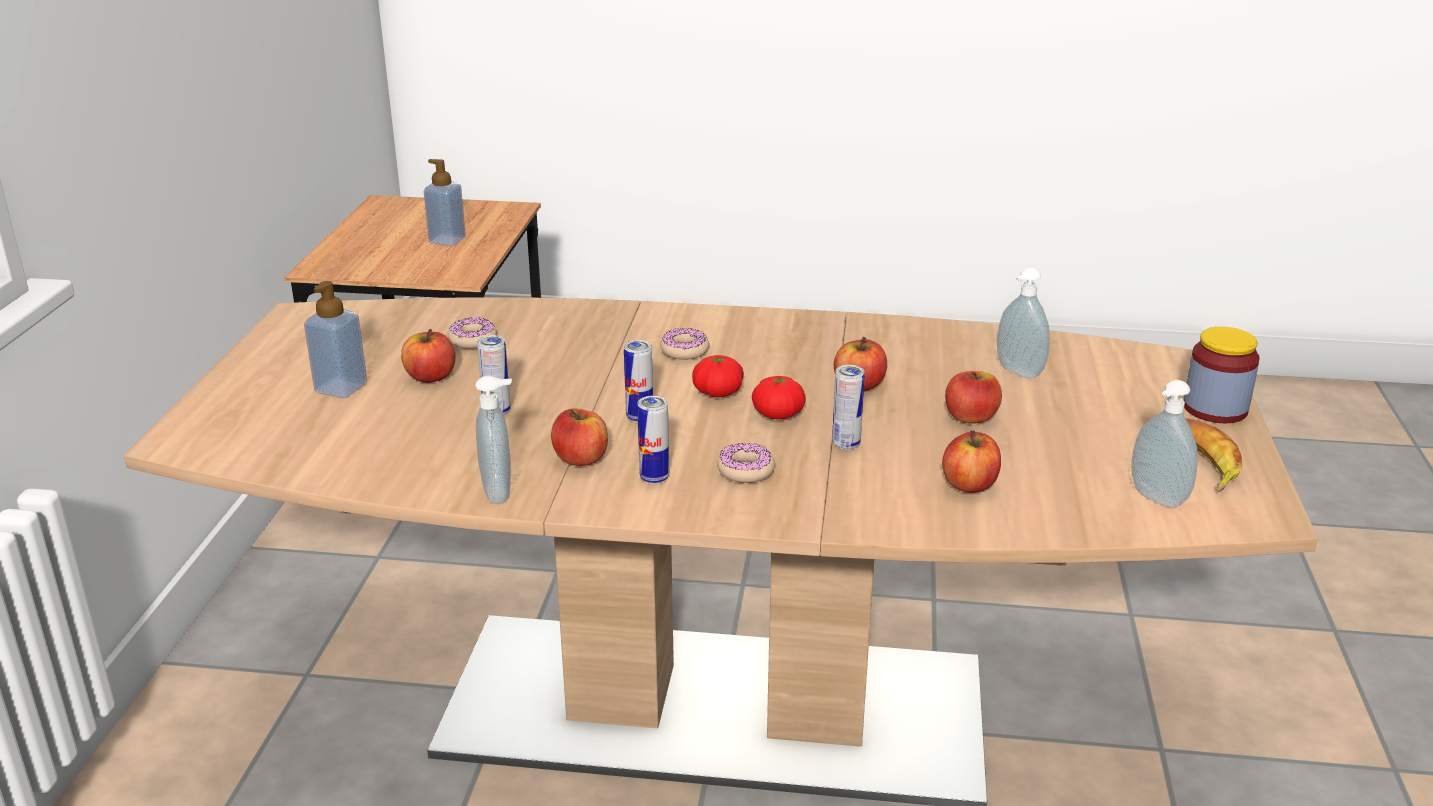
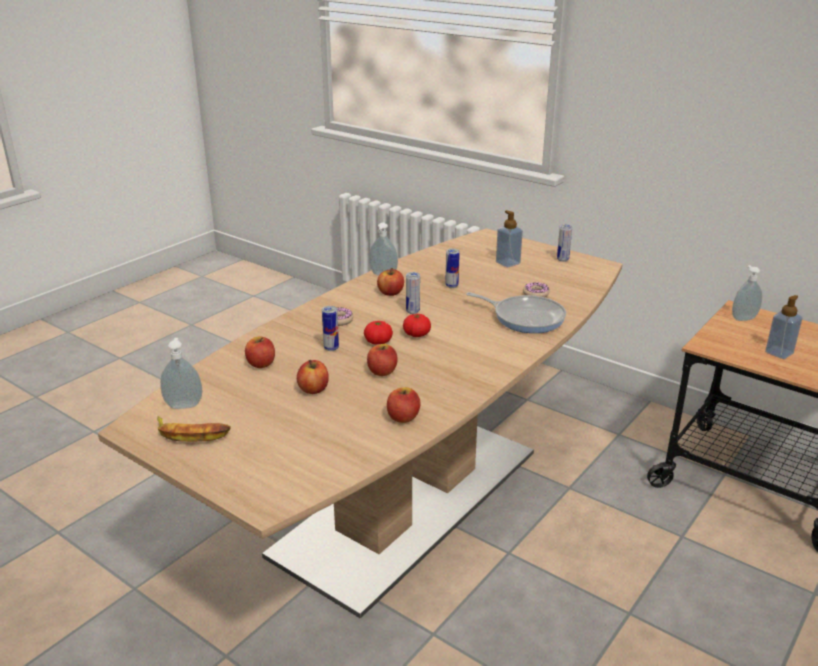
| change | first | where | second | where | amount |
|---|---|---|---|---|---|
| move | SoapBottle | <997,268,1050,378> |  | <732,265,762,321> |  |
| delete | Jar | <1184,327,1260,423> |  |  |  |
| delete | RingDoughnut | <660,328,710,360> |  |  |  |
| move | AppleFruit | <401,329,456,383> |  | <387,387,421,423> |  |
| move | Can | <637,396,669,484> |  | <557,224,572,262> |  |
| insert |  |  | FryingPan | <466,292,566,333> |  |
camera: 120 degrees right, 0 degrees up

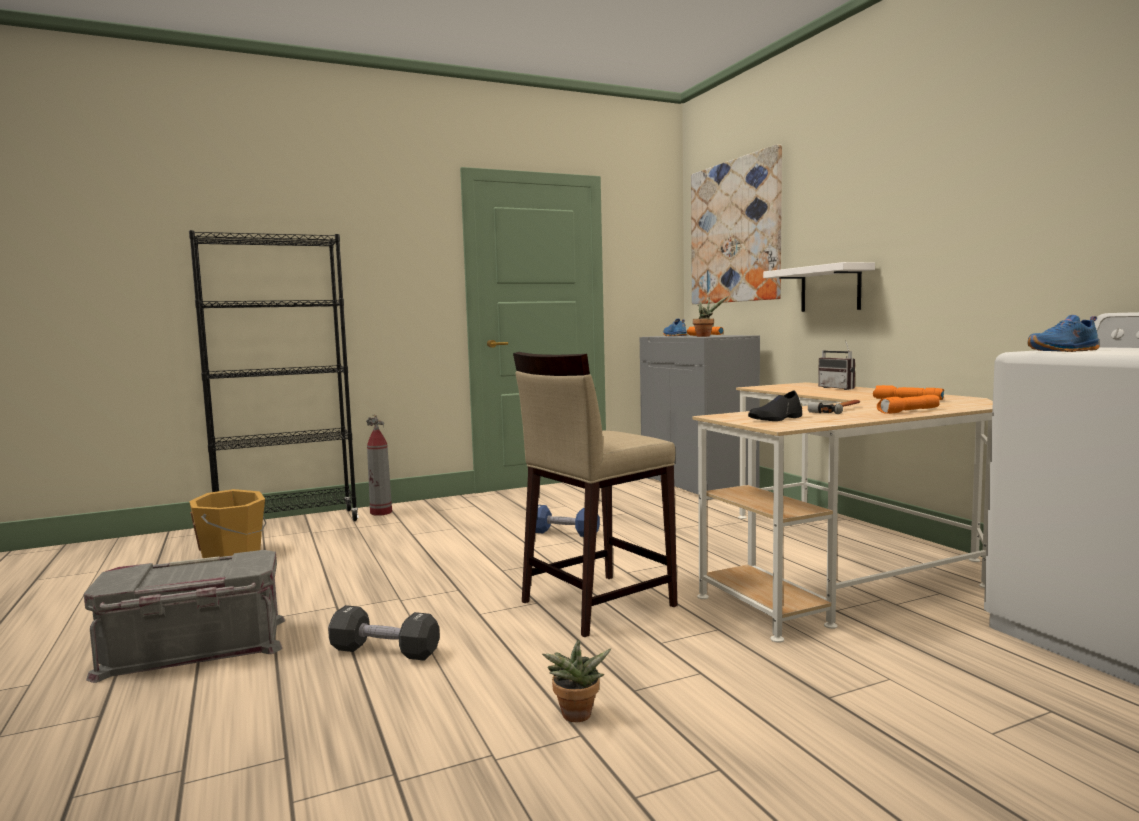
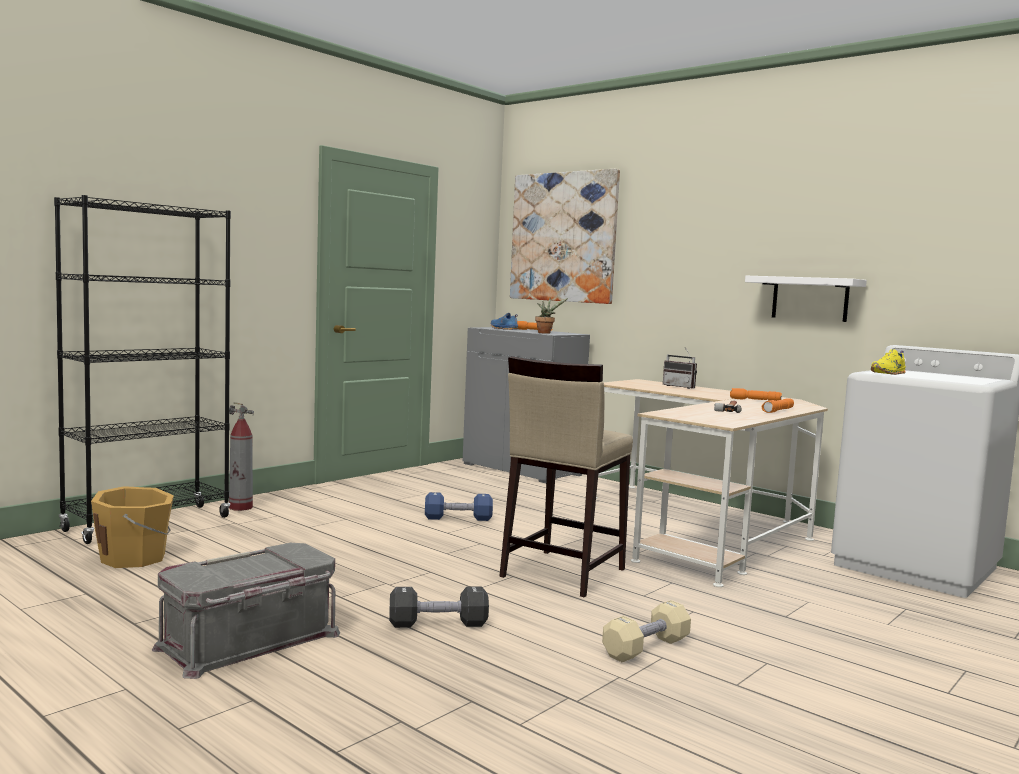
| change | first | where | second | where | amount |
|---|---|---|---|---|---|
| move | WhiteColouredShelf | <763,262,875,312> |  | <745,276,867,322> |  |
| recolor | BluishShoe | <1027,315,1100,352> | YellowishShoe | <871,349,906,375> |  |
| delete | BlackShoe | <748,390,802,421> |  |  |  |
| replace | PlantInAPot | <542,639,611,722> | BeigeColouredDumbbell | <602,600,691,662> |  |
camera: 25 degrees left, 0 degrees up

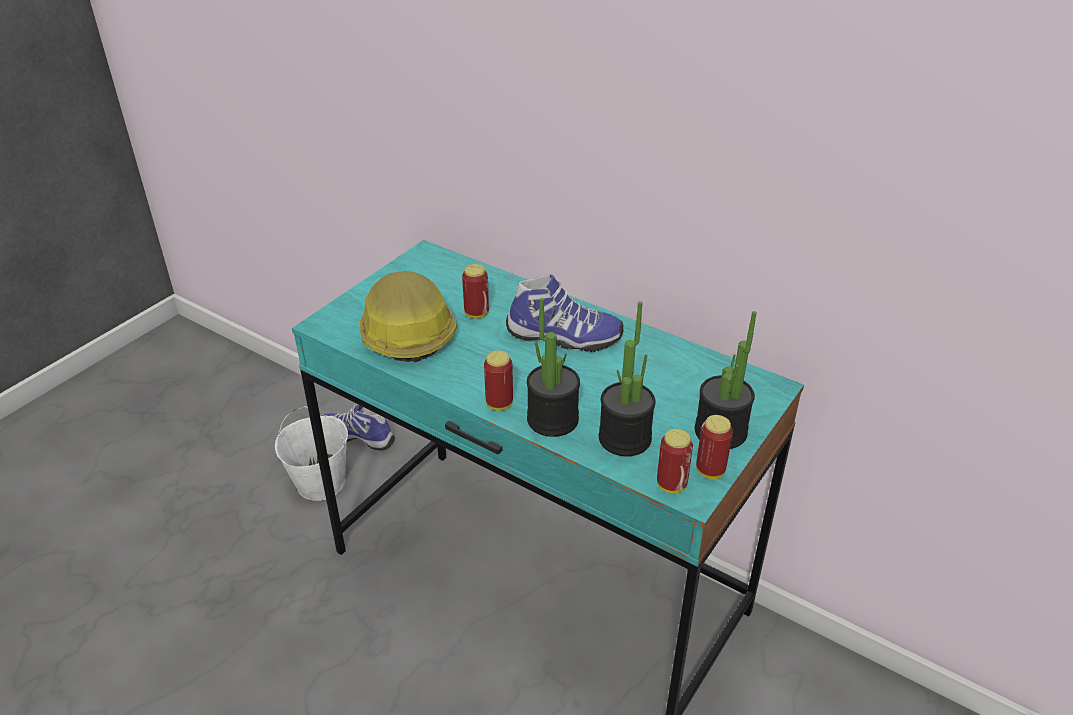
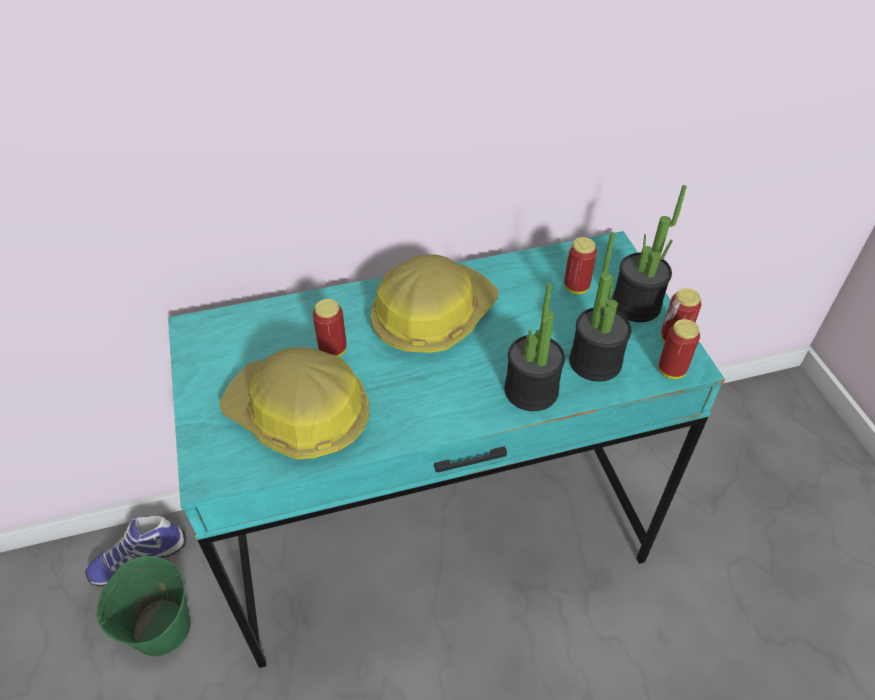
| change | first | where | second | where | amount |
|---|---|---|---|---|---|
| replace | Shoe | <506,274,623,352> | SafetyHelmet | <370,254,499,353> |  |
| move | Can | <484,350,513,411> |  | <564,237,597,294> |  |
| recolor | WhiteColouredBucket | <275,406,348,501> | GreenBucket | <97,556,191,656> |  |
camera: 50 degrees left, 10 degrees up

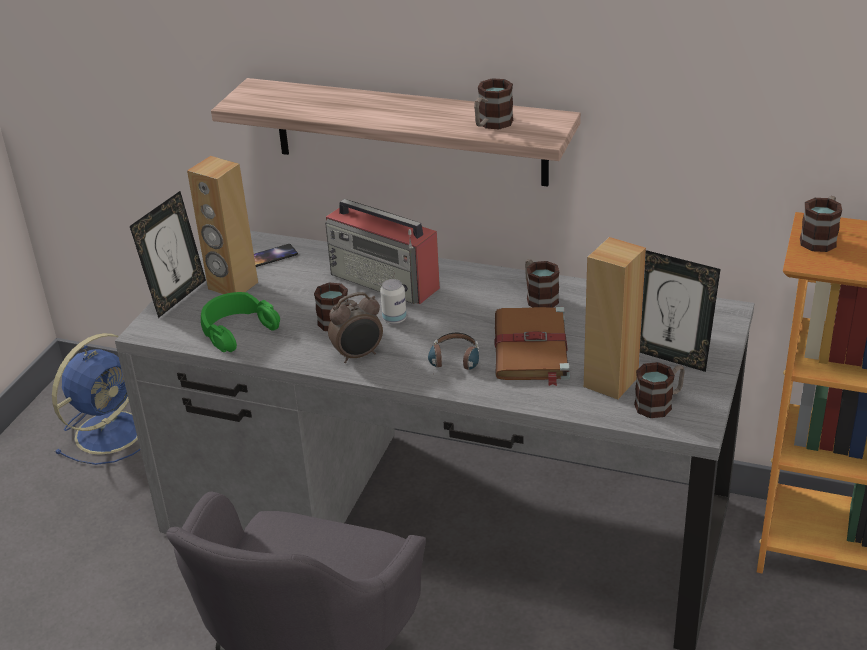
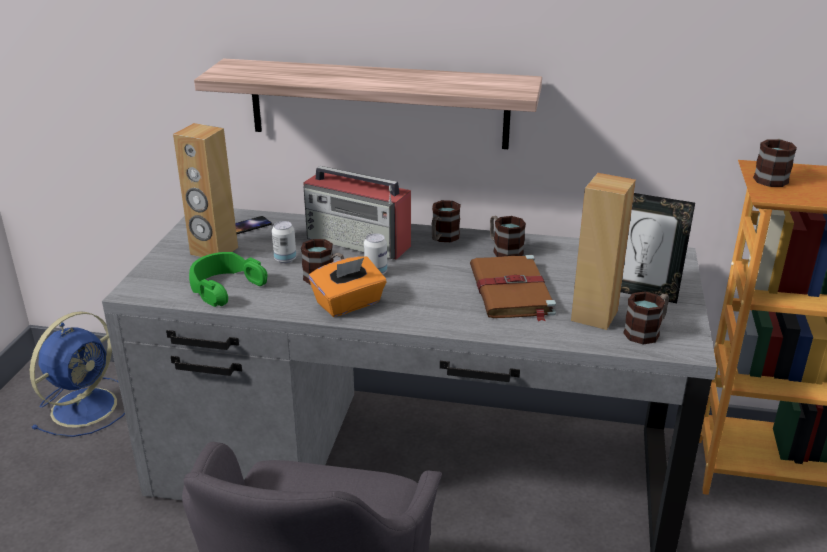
| change | first | where | second | where | amount |
|---|---|---|---|---|---|
| move | Mug | <474,78,513,129> |  | <432,200,461,242> |  |
| delete | PictureFrame | <130,191,206,318> |  |  |  |
| replace | AlarmClock | <328,292,383,363> | OrangeyTissueBox | <309,256,386,317> |  |
| delete | Headset | <428,333,479,373> |  |  |  |
| insert |  |  | Can | <272,221,296,263> |  |
camera: 10 degrees left, 5 degrees down

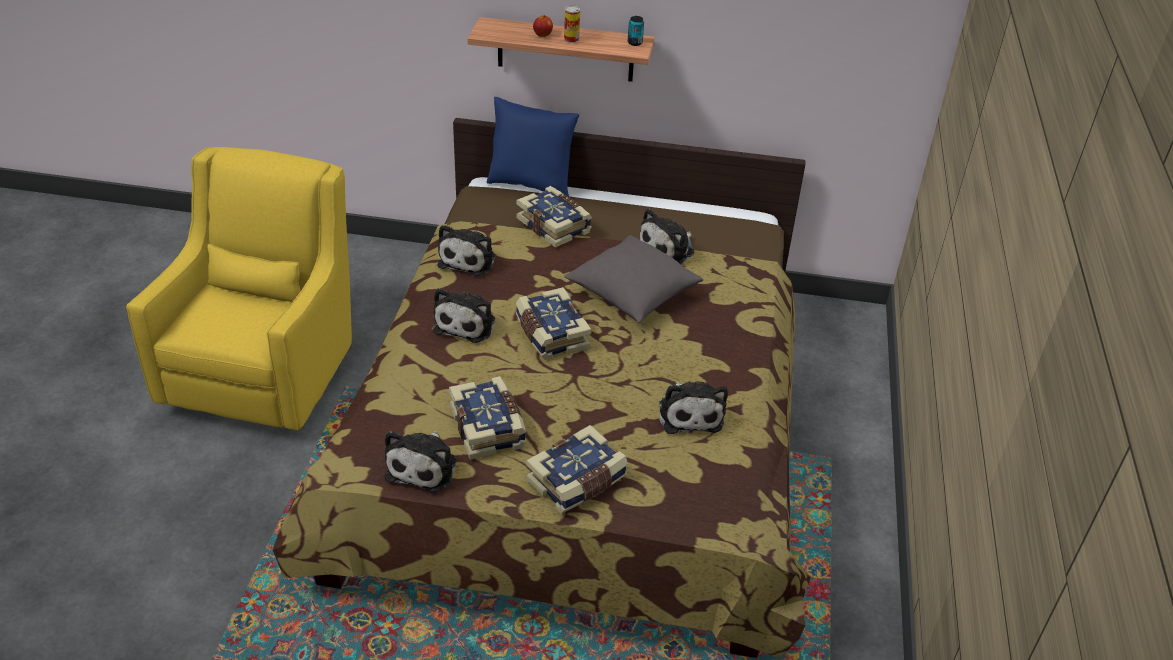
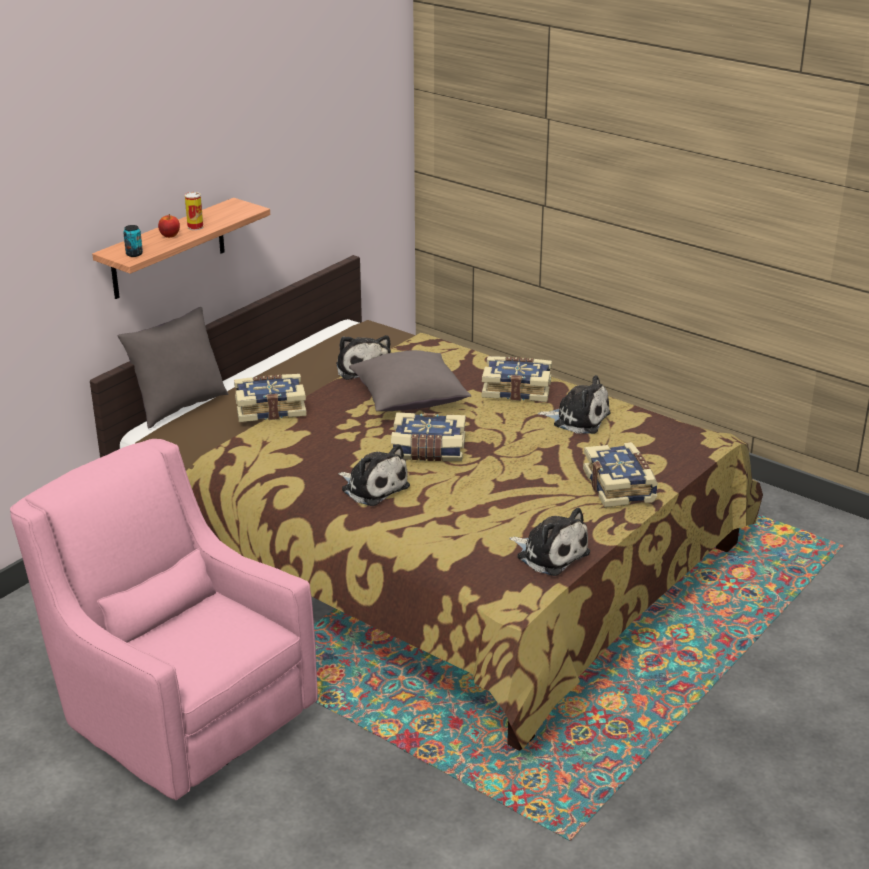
| change | first | where | second | where | amount |
|---|---|---|---|---|---|
| move | Can | <628,16,644,46> |  | <123,225,143,257> |  |
| recolor | BluishCushion | <487,97,579,197> | GrayCushion | <118,307,228,428> |  |
| recolor | YellowishLoungeChair | <126,147,352,430> | PinkColouredLoungeChair | <10,439,318,800> |  |
| delete | CuddlyToy | <438,225,495,276> |  |  |  |
| move | Volume | <449,376,526,460> |  | <482,356,552,402> |  |
camera: 60 degrees left, 10 degrees down

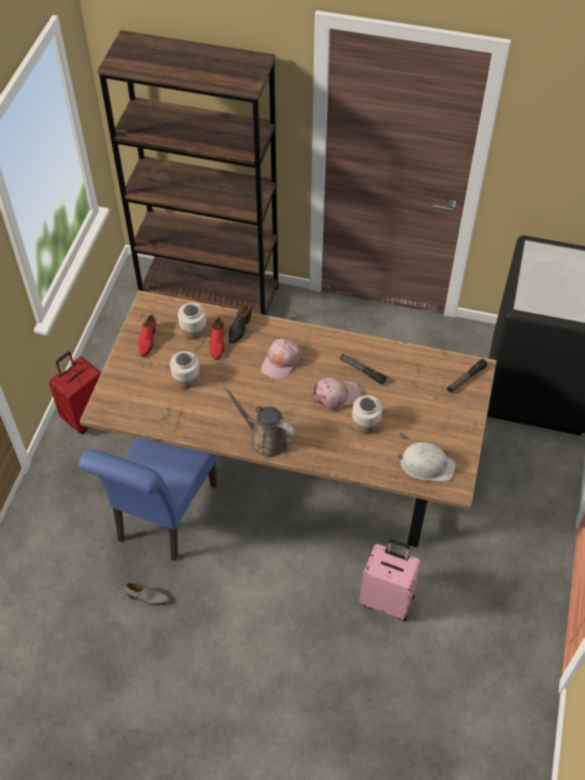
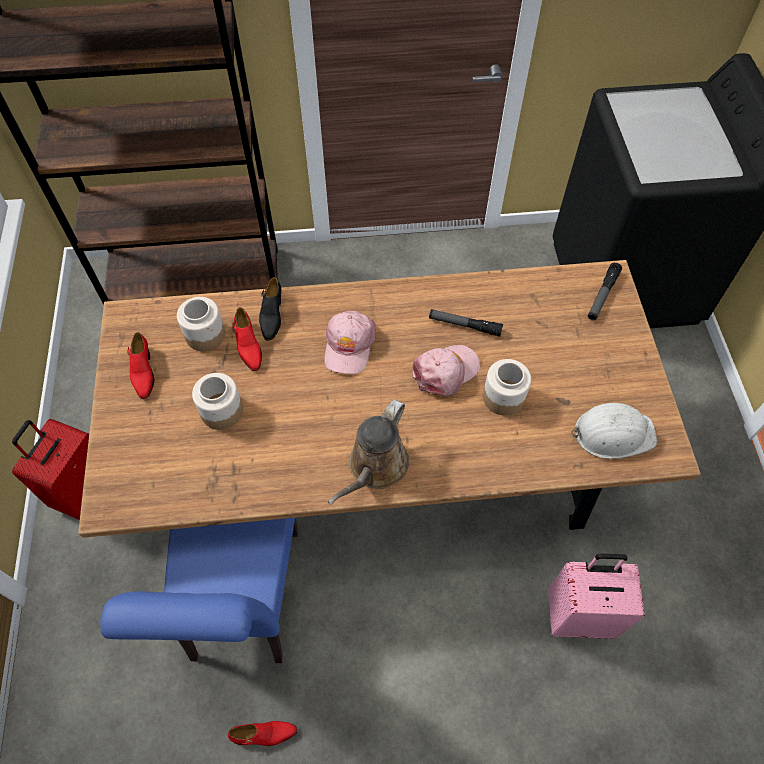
| change | first | where | second | where | amount |
|---|---|---|---|---|---|
| rotate | BrownColouredSprinklingCan | <222,385,296,457> |  | <328,399,409,505> | 75 degrees counterclockwise |
| recolor | GrayShoe | <126,583,170,606> | RedColouredShoe | <228,721,297,746> |  |
camera: 20 degrees left, 5 degrees up

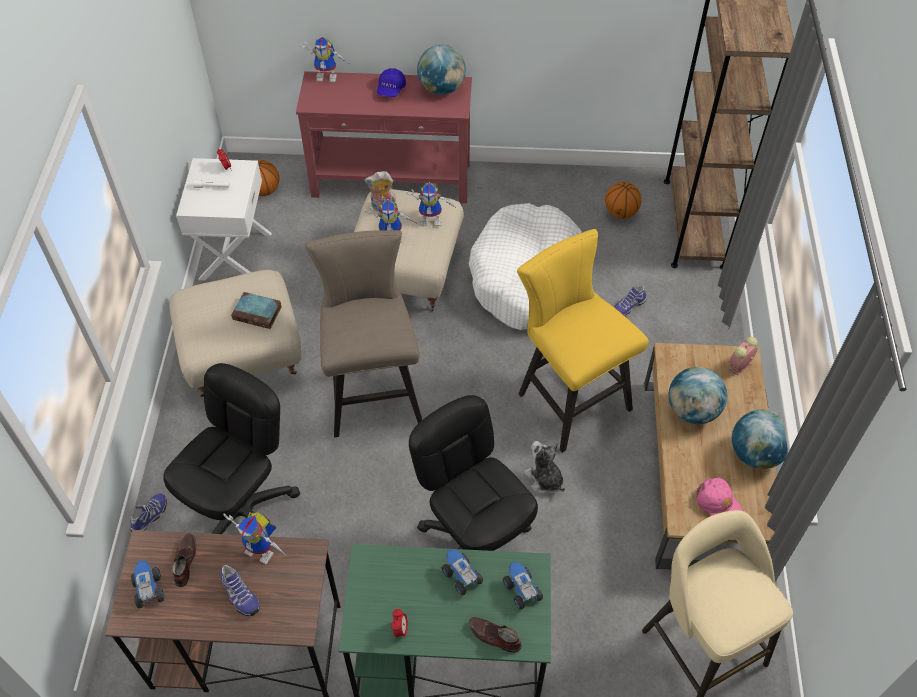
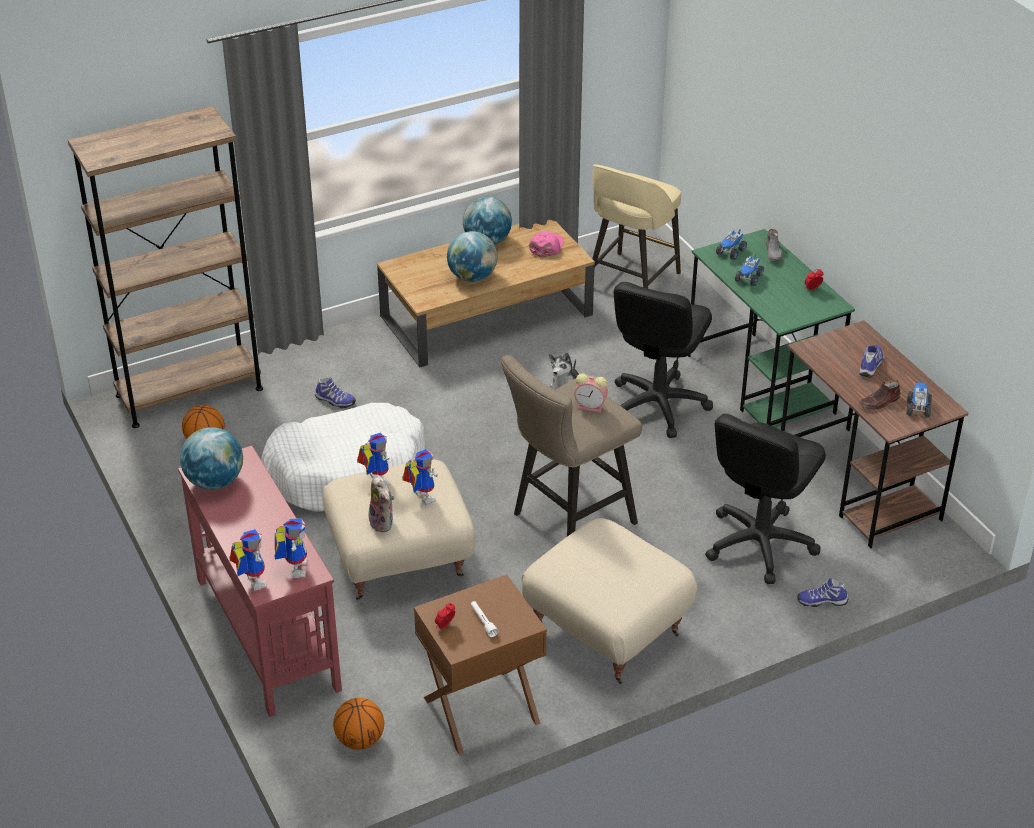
| change | first | where | second | where | amount |
|---|---|---|---|---|---|
| delete | BluishBaseballCap | <377,68,406,97> |  |  |  |
| recolor | WhiteColouredNightTable | <176,158,272,281> | BrownColouredNightTable | <414,574,547,755> |  |
| delete | YellowishStoolSeat | <517,229,648,453> |  |  |  |
| delete | Volume | <231,292,282,329> |  |  |  |
| move | AlarmClock | <729,337,758,375> |  | <574,373,608,413> |  |
| rotate | BlackDeskChair | <163,363,300,537> |  | <705,414,826,584> | 60 degrees counterclockwise |
| move | RobotFigure | <223,511,285,565> |  | <275,519,307,578> |  |
| rotate | ToyTruck | <131,560,165,609> |  | <906,382,932,418> | 150 degrees clockwise |
| recolor | BrownColouredShoe | <468,617,522,653> | GrayShoe | <766,229,783,261> |  |
camera: 120 degrees left, 15 degrees down

